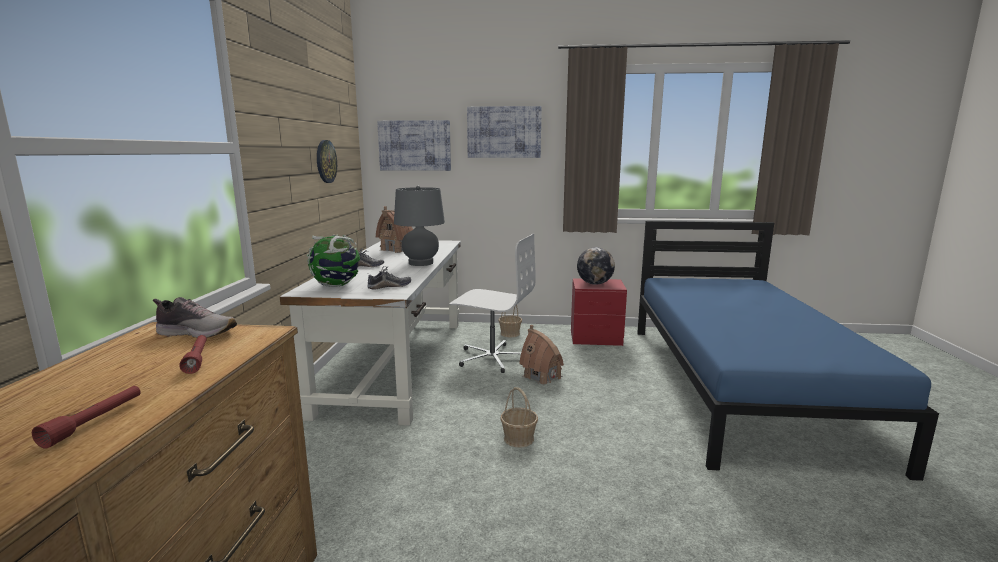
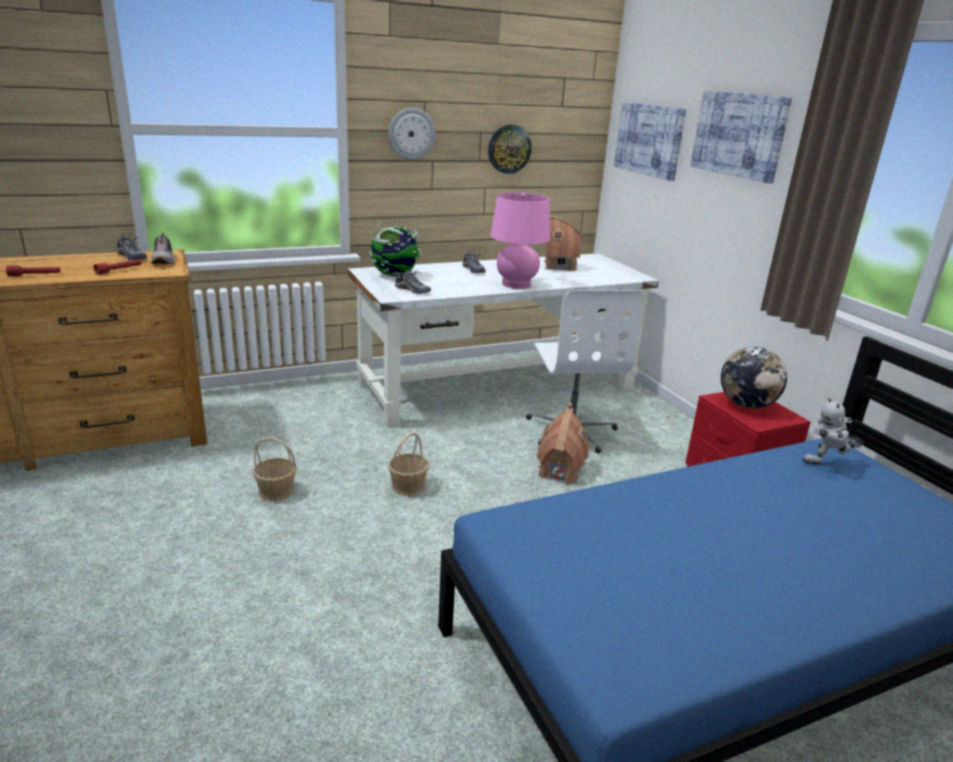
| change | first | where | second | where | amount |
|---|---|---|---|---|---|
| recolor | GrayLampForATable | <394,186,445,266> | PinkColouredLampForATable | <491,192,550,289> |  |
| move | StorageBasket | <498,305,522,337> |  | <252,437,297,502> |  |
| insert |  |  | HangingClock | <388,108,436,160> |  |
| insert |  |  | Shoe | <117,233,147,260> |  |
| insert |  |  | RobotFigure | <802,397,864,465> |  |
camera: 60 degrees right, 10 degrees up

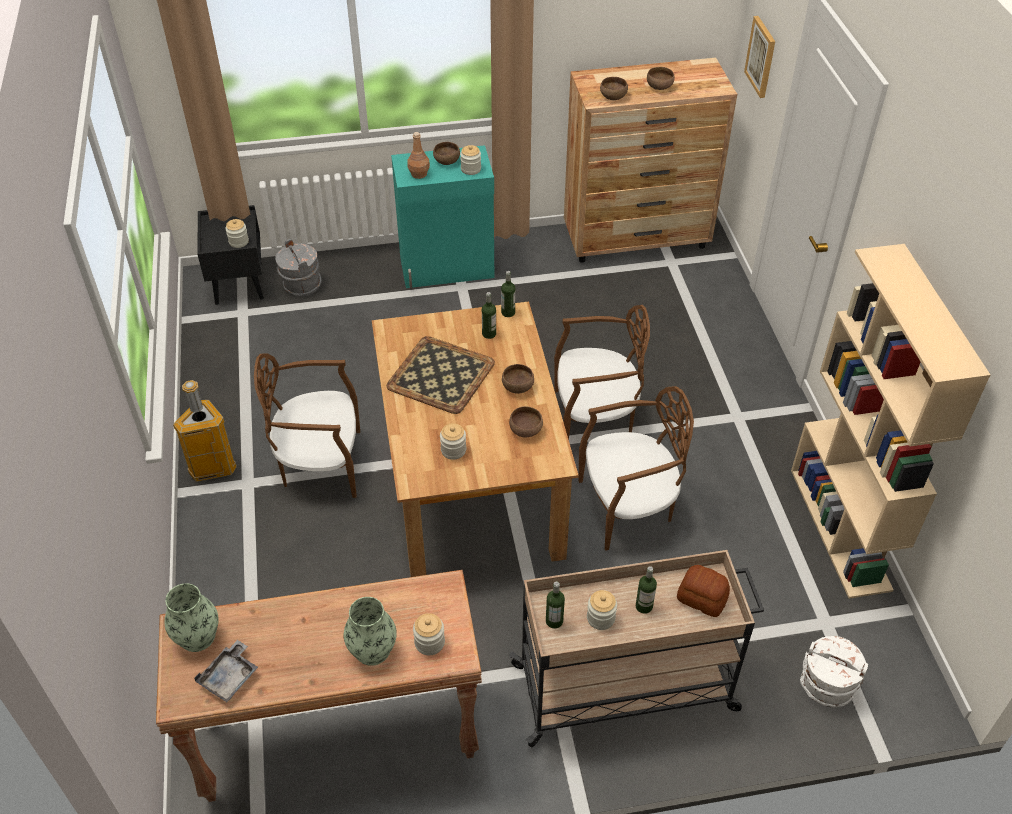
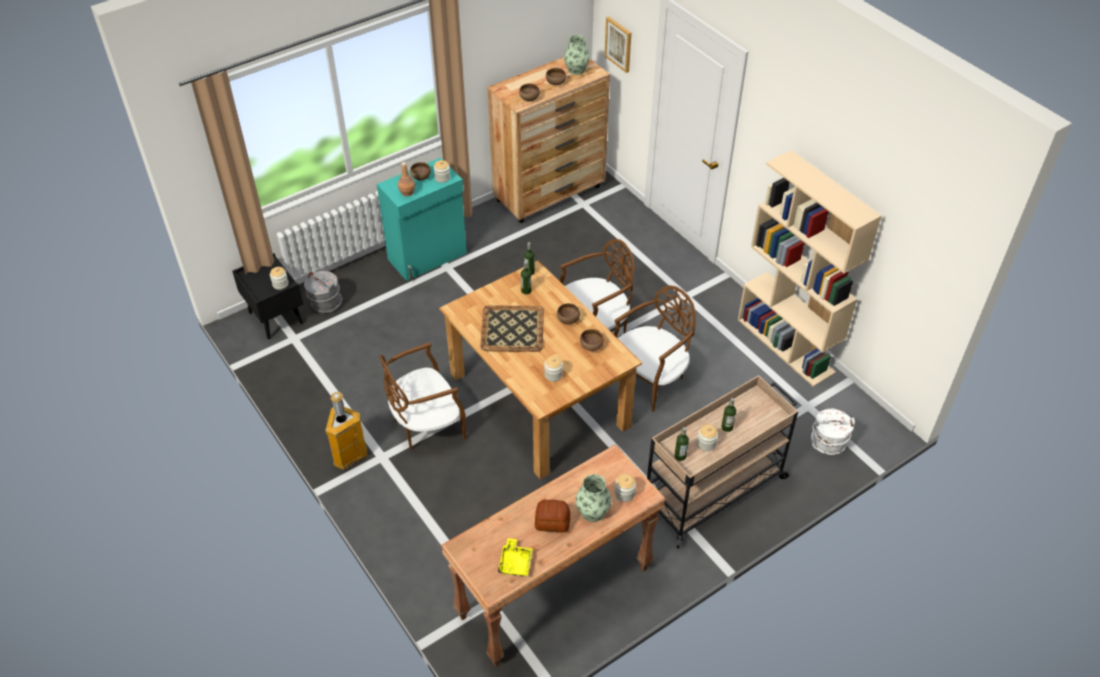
| change | first | where | second | where | amount |
|---|---|---|---|---|---|
| move | BakedBread | <677,565,730,617> |  | <535,499,570,533> |  |
| move | FlowerVase | <165,583,219,652> |  | <564,35,590,75> |  |
| recolor | GrayCarryingTray | <194,640,258,702> | YellowishCarryingTray | <498,538,533,576> |  |
camera: 25 degrees left, 0 degrees up

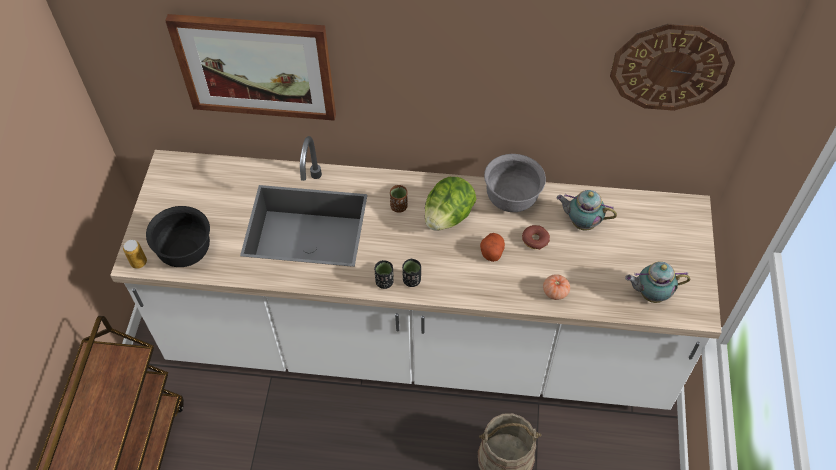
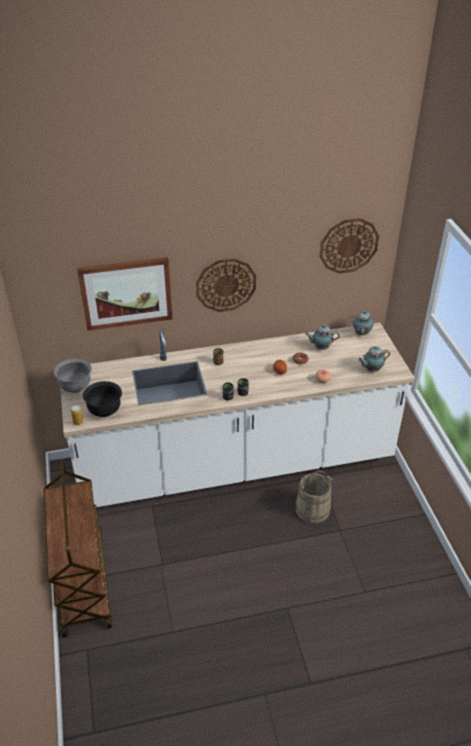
| change | first | where | second | where | amount |
|---|---|---|---|---|---|
| move | GrayServingBowl | <484,154,546,212> |  | <54,358,92,393> |  |
| delete | HeadOfLettuce | <425,177,476,231> |  |  |  |
| insert |  |  | HangingClock | <196,258,256,312> |  |
| insert |  |  | Teapot | <353,309,373,335> |  |
camera: 20 degrees left, 15 degrees down

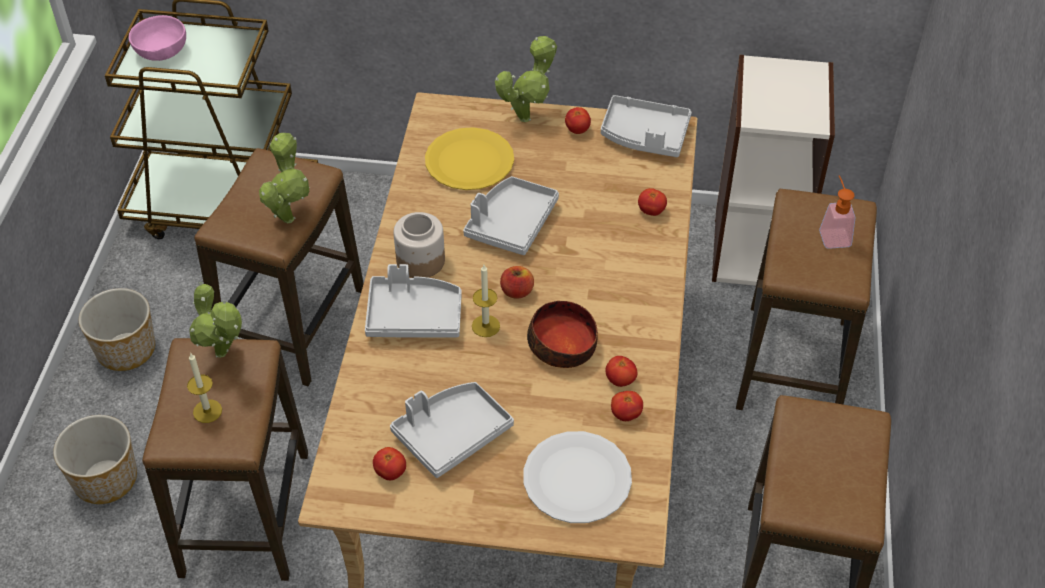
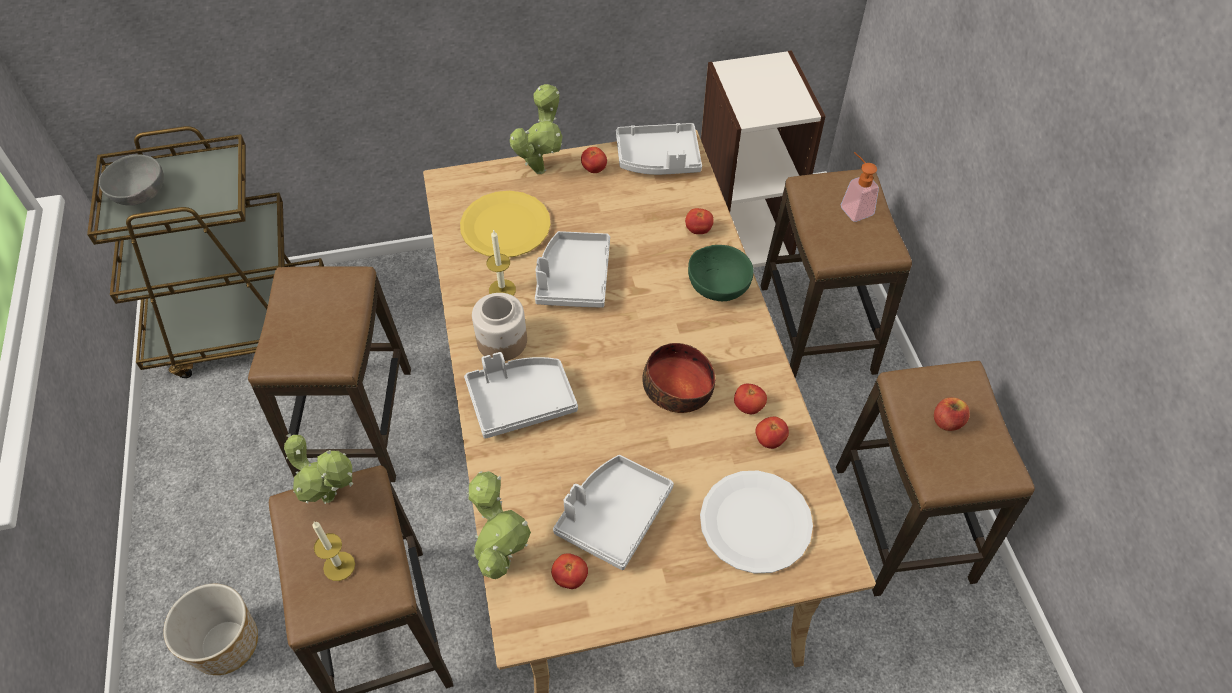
| change | first | where | second | where | amount |
|---|---|---|---|---|---|
| recolor | PinkColouredServingBowl | <129,15,186,61> | GrayServingBowl | <99,154,164,206> |  |
| move | PlantInAPot | <259,133,309,224> |  | <467,471,531,579> |  |
| move | WaxCandle | <472,265,500,337> |  | <486,229,516,296> |  |
| move | AppleFruit | <500,266,534,299> |  | <934,397,970,431> |  |
| delete | PlantPot | <79,288,155,371> |  |  |  |
| insert |  |  | GreenServingBowl | <688,245,753,301> |  |
camera: 20 degrees left, 5 degrees up

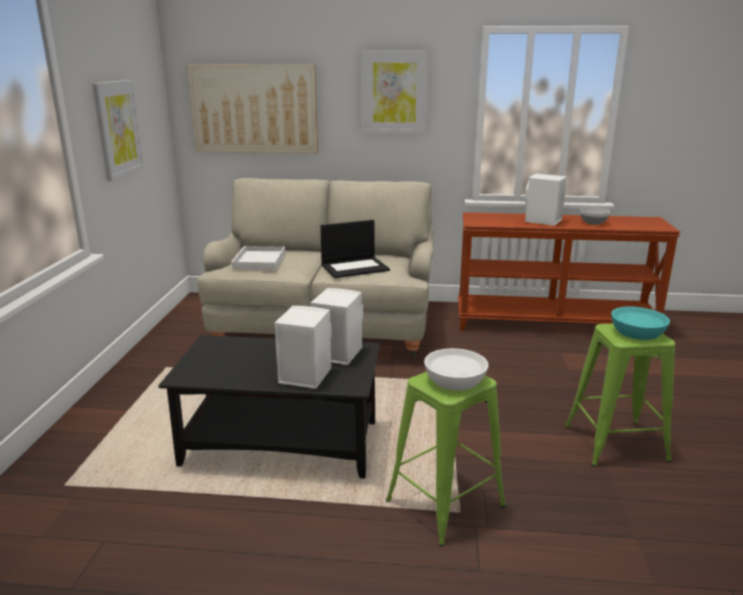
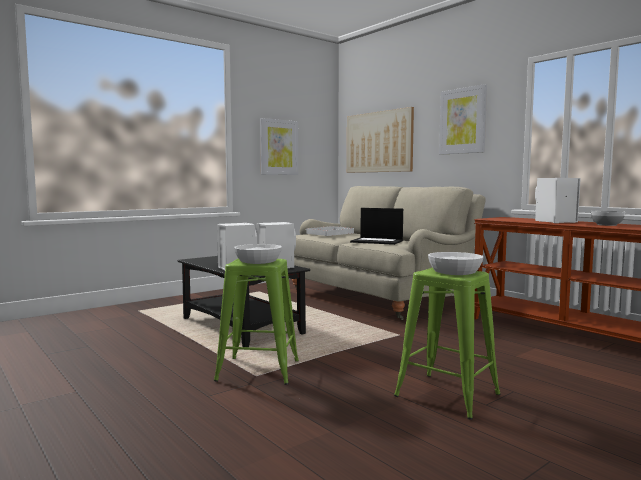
| change | first | where | second | where | amount |
|---|---|---|---|---|---|
| recolor | TurquoiseColouredServingBowl | <611,307,670,340> | WhiteColouredServingBowl | <428,252,484,275> |  |
camera: 45 degrees right, 15 degrees down

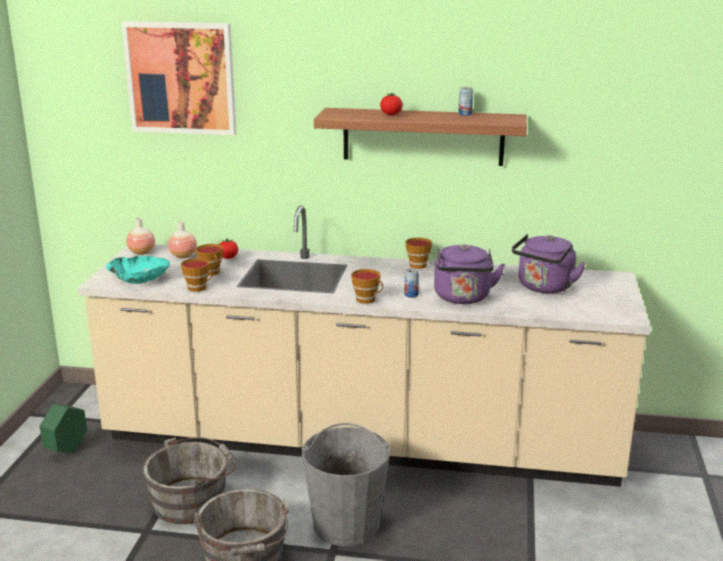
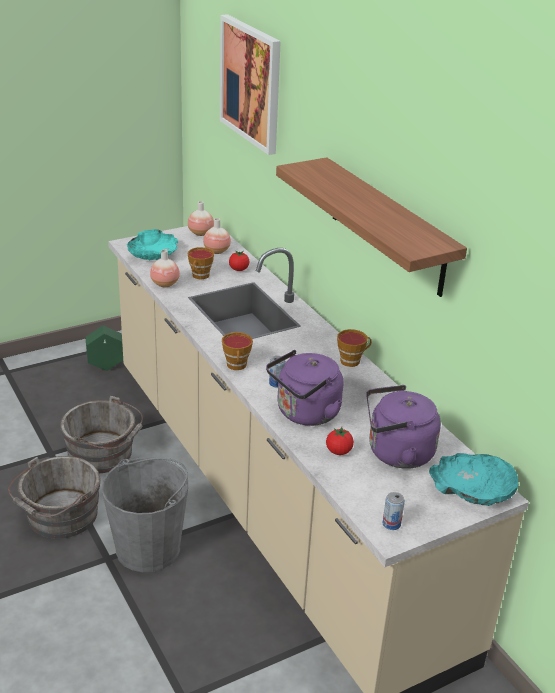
| change | first | where | second | where | amount |
|---|---|---|---|---|---|
| move | Can | <458,87,473,116> |  | <383,492,405,530> |  |
| move | FreshTomato | <380,93,403,115> |  | <326,427,354,455> |  |
| replace | Cup | <181,258,213,292> | FlowerVase | <150,249,180,287> |  |
| insert |  |  | TurquoiseColouredServingBowl | <429,453,519,506> |  |
camera: 50 degrees right, 10 degrees up

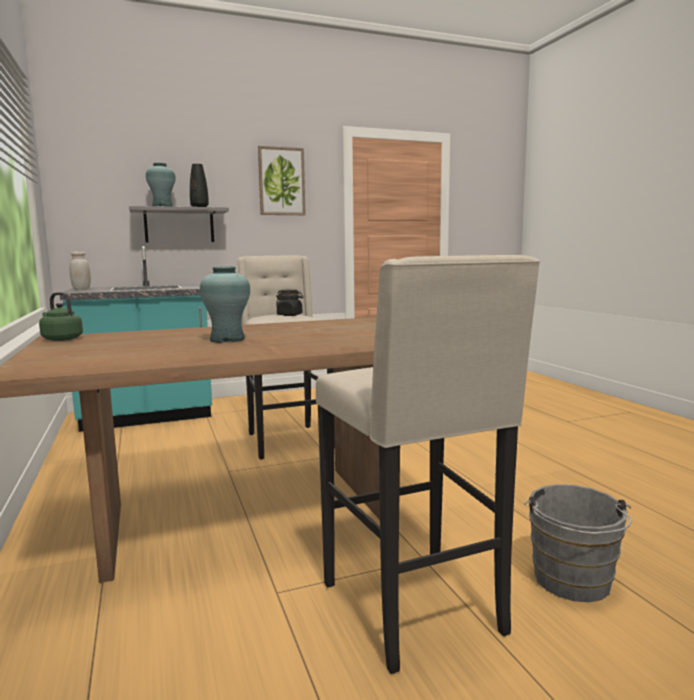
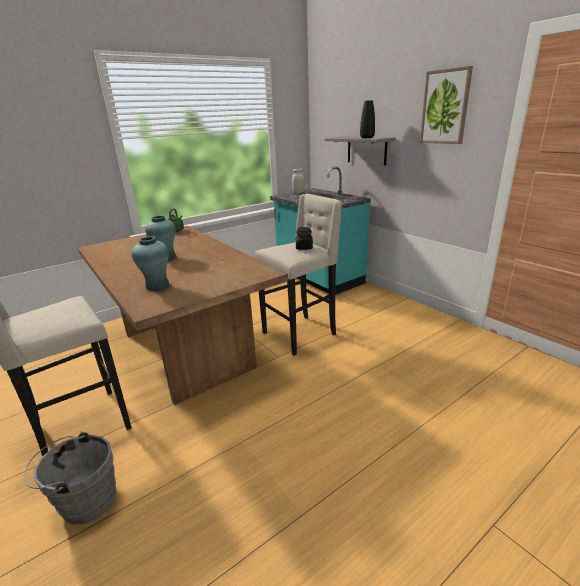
| change | first | where | second | where | amount |
|---|---|---|---|---|---|
| move | TurquoiseColouredFlowerVase | <146,162,176,206> |  | <131,236,170,291> |  |
camera: 75 degrees right, 15 degrees up

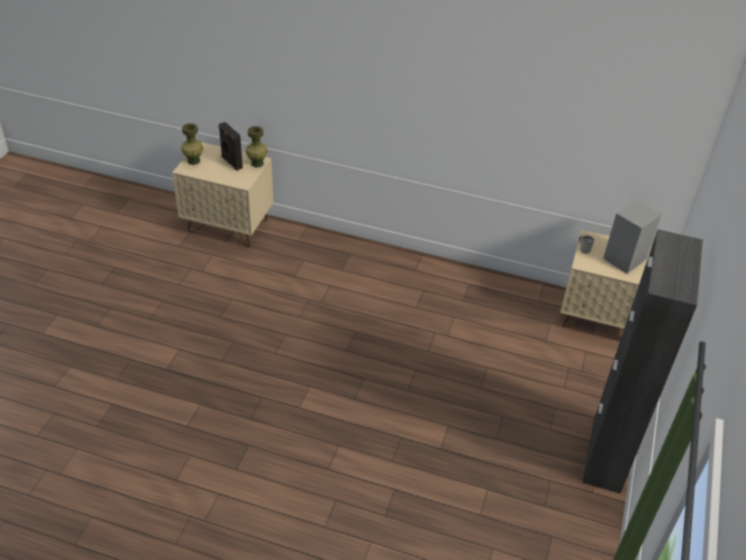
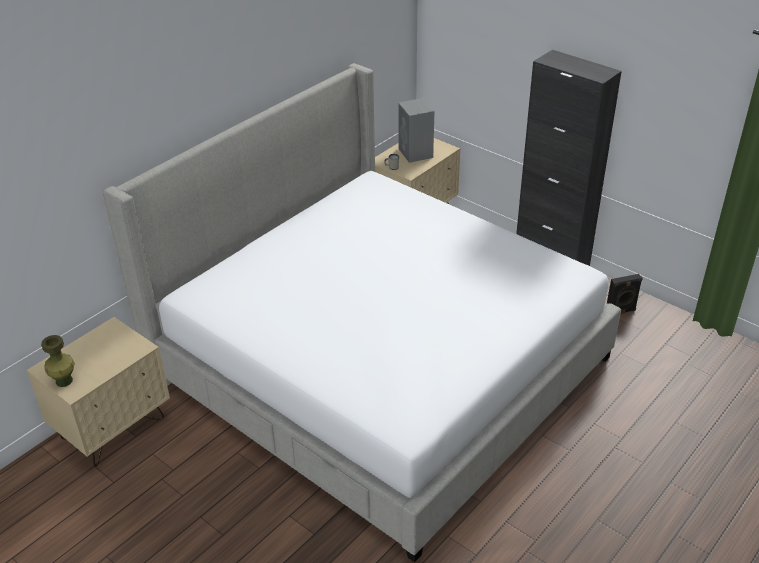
| change | first | where | second | where | amount |
|---|---|---|---|---|---|
| move | BlackAudioSpeaker | <219,122,243,171> |  | <607,274,643,314> |  |
| delete | GreenFlowerVase | <246,126,268,168> |  |  |  |
| insert |  |  | Bed | <103,63,621,562> |  |
camera: 65 degrees left, 5 degrees down

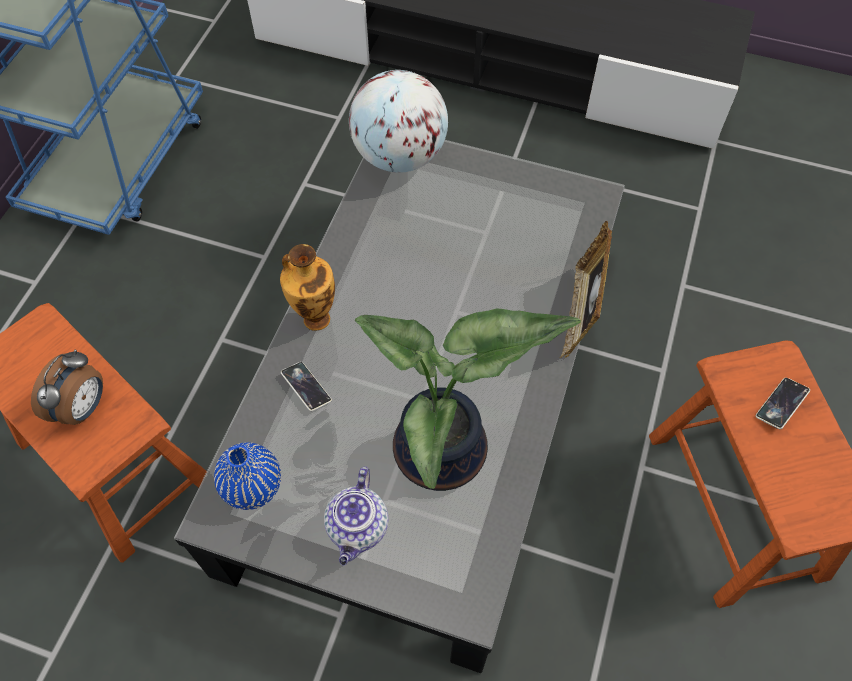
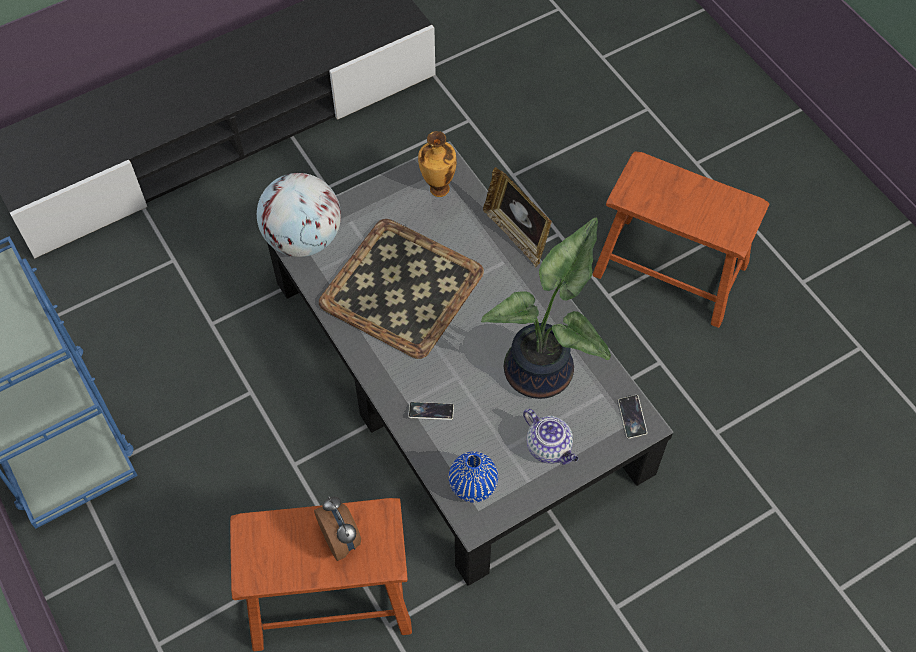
| change | first | where | second | where | amount |
|---|---|---|---|---|---|
| move | FlowerVase | <280,244,335,331> |  | <418,131,457,197> |  |
| move | Telephone | <756,378,810,429> |  | <618,395,647,439> |  |
| insert |  |  | CarryingTray | <319,219,484,359> |  |
camera: 50 degrees left, 0 degrees up

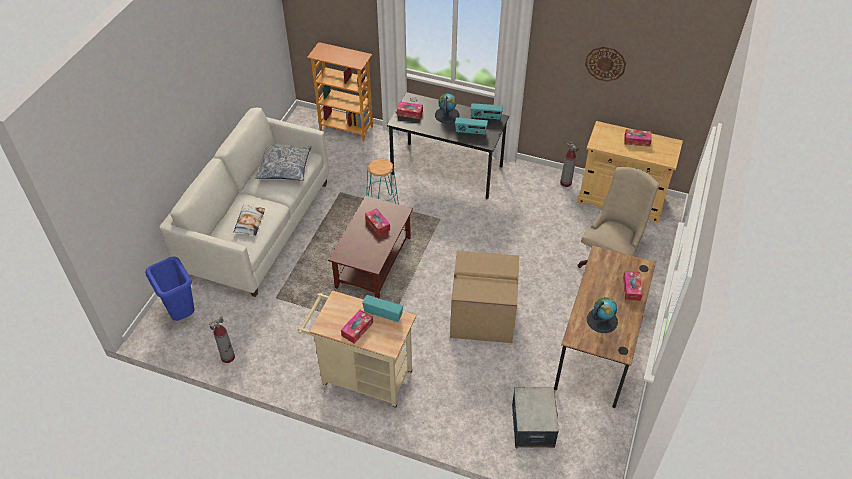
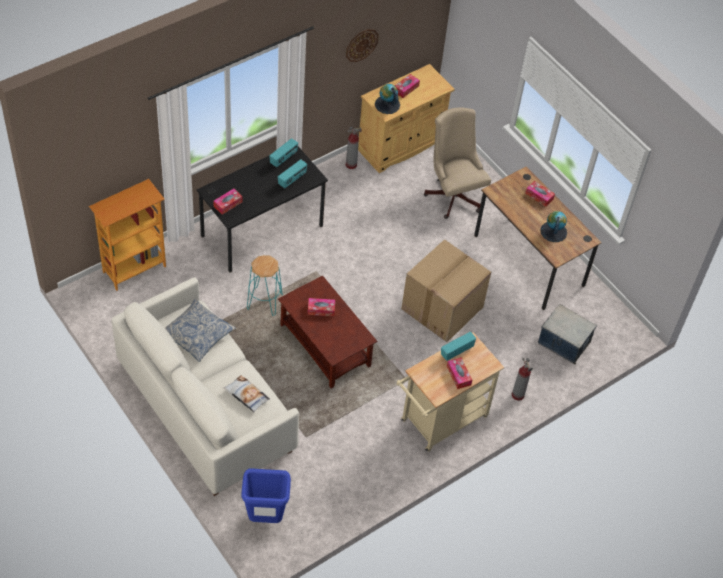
| change | first | where | second | where | amount |
|---|---|---|---|---|---|
| move | WorldGlobe | <435,93,459,123> |  | <375,84,400,114> |  |
| move | Extinguisher | <209,316,235,363> |  | <512,358,533,401> |  |
camera: 60 degrees left, 5 degrees up

